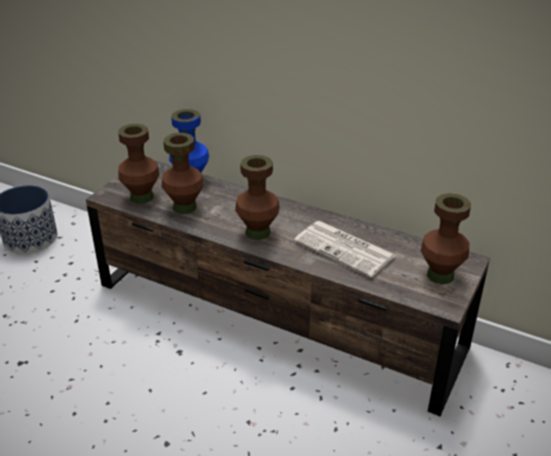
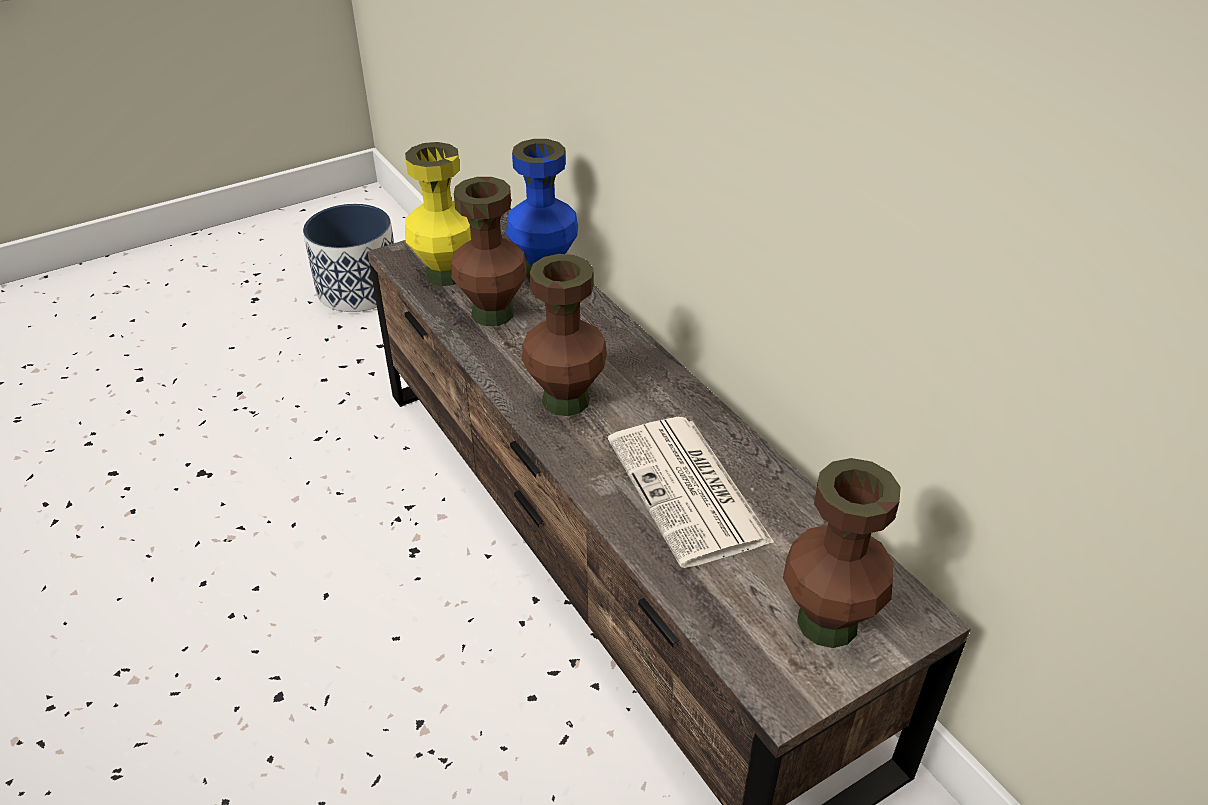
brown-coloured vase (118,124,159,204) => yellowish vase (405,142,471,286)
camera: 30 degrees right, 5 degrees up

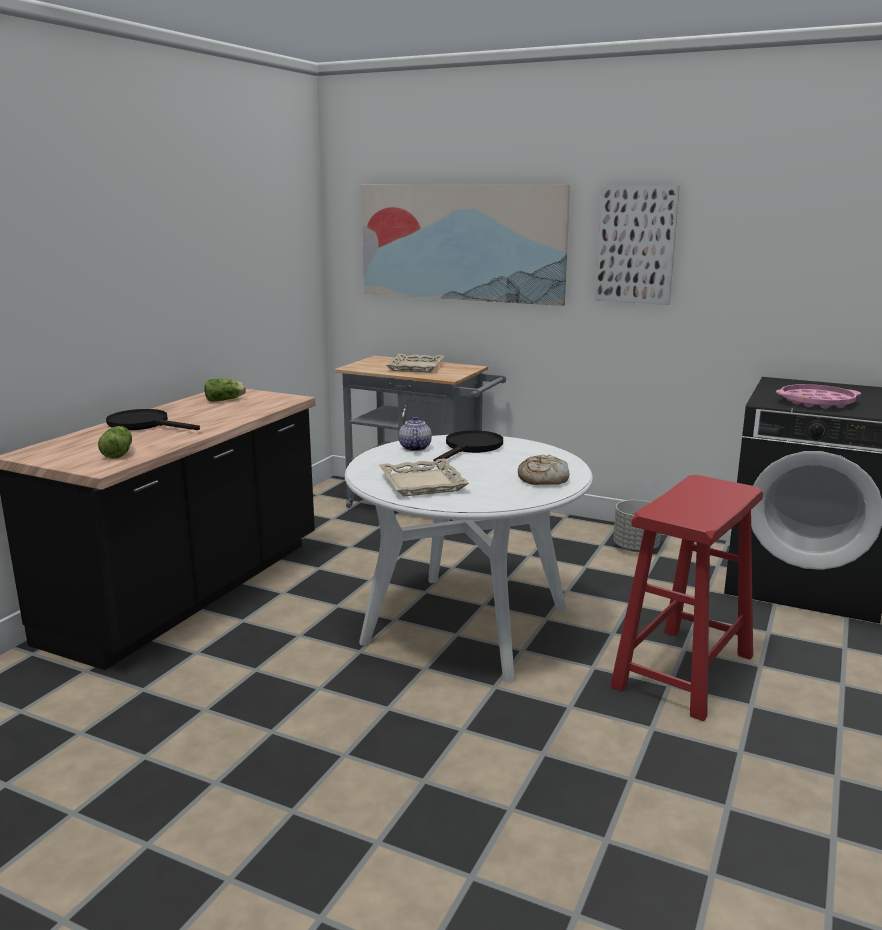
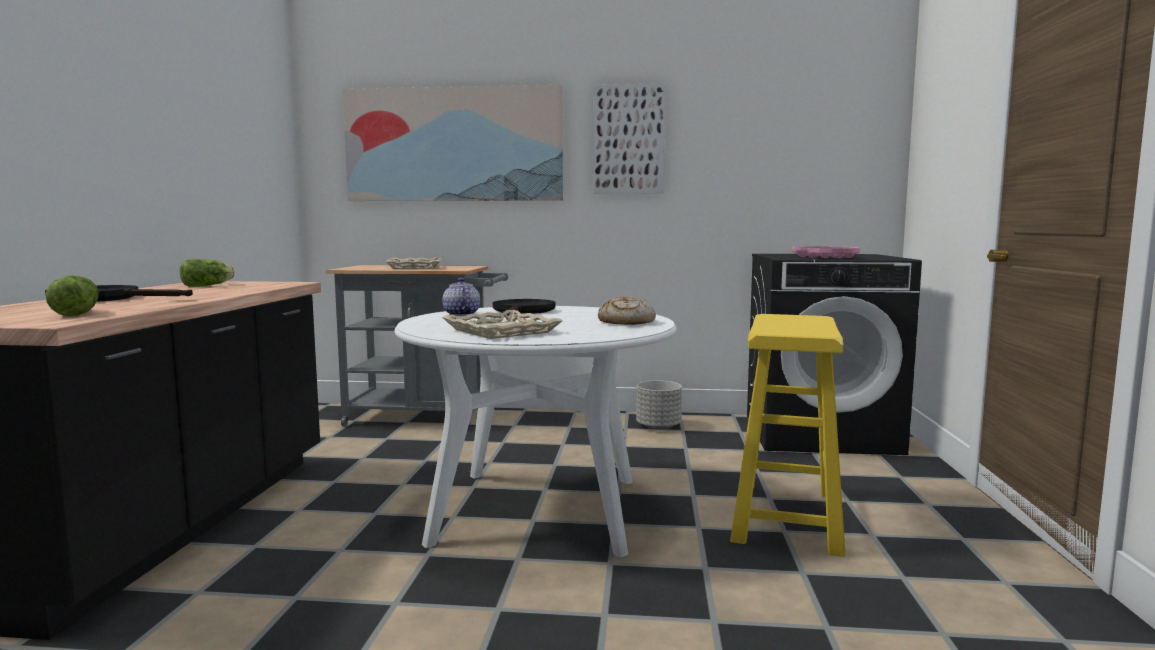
reddish stool seat (610,475,763,721) => yellowish stool seat (730,314,846,557)
camera: 20 degrees left, 10 degrees down

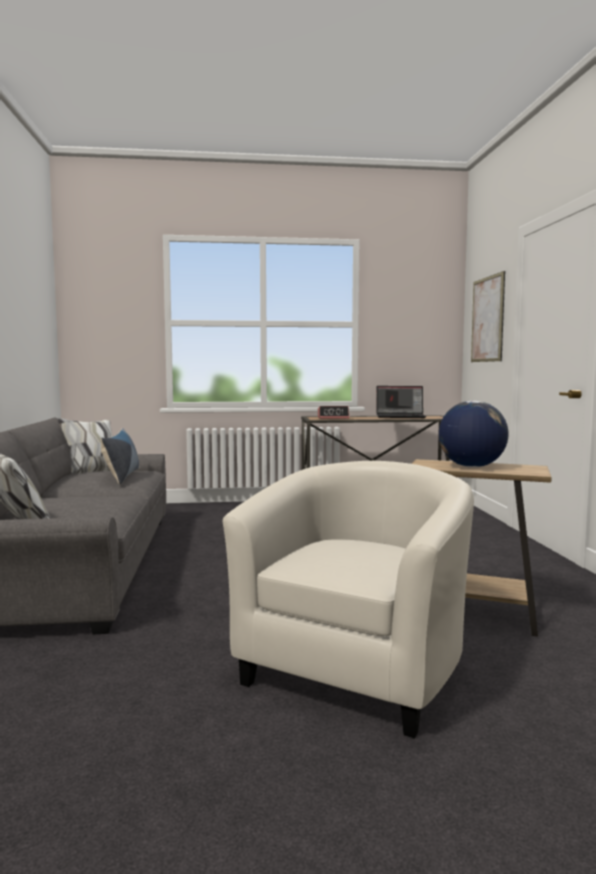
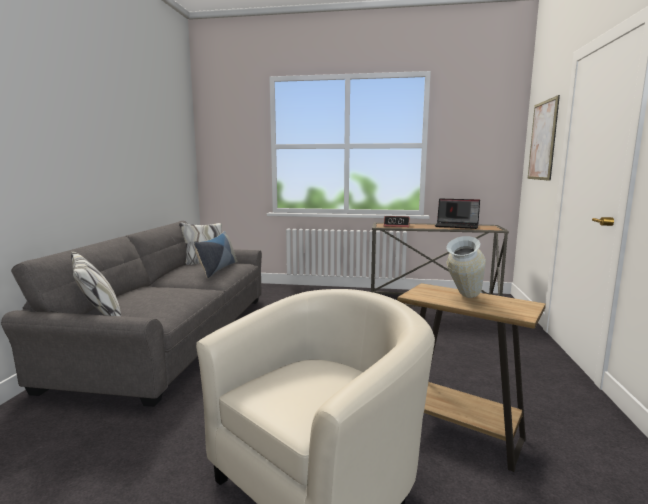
desk globe (439,400,509,468) => vase (446,236,486,298)
camera: 15 degrees right, 5 degrees up

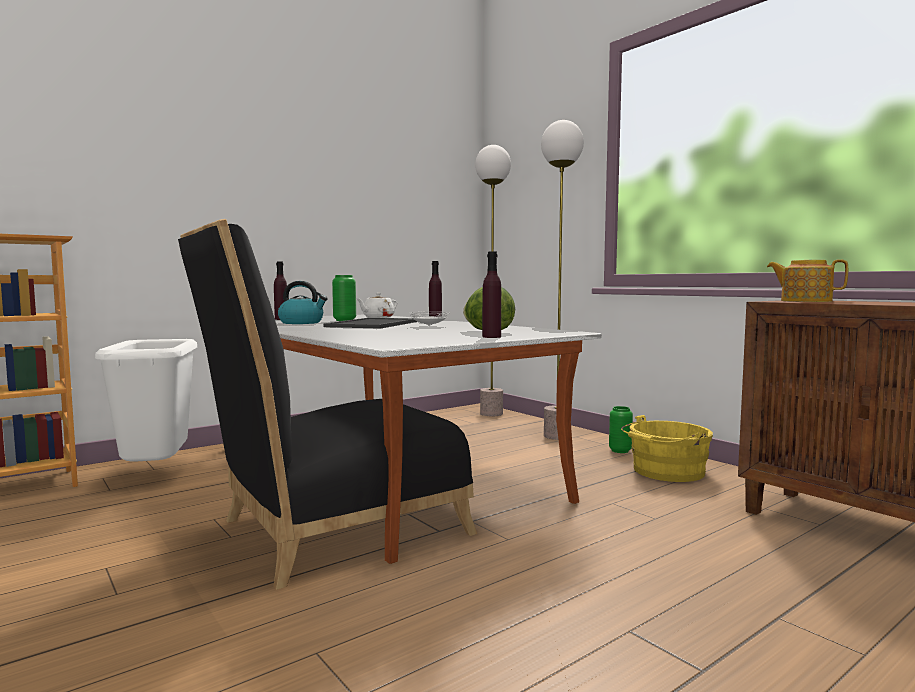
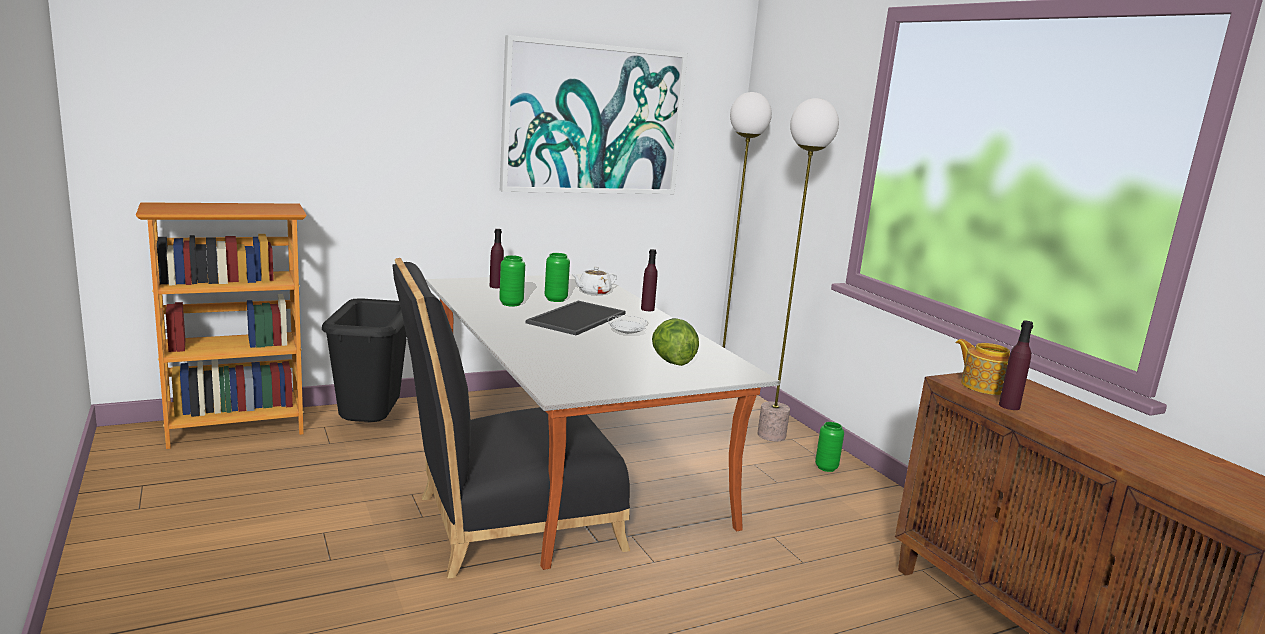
white rubbish bin (95,339,197,461) => black rubbish bin (322,298,407,422)
tea kettle (278,281,328,324) => greenish vase (499,255,525,307)
nothing => wall art (500,35,688,194)
purple-coloured drink bottle (482,252,501,338) => purple-coloured drink bottle (999,320,1033,410), shifted
yellowish water bucket (621,415,713,482) => nothing
camera: 10 degrees right, 10 degrees up

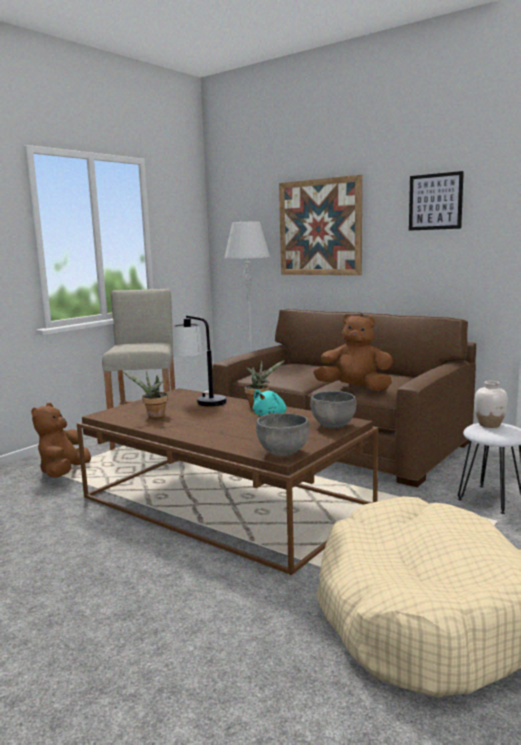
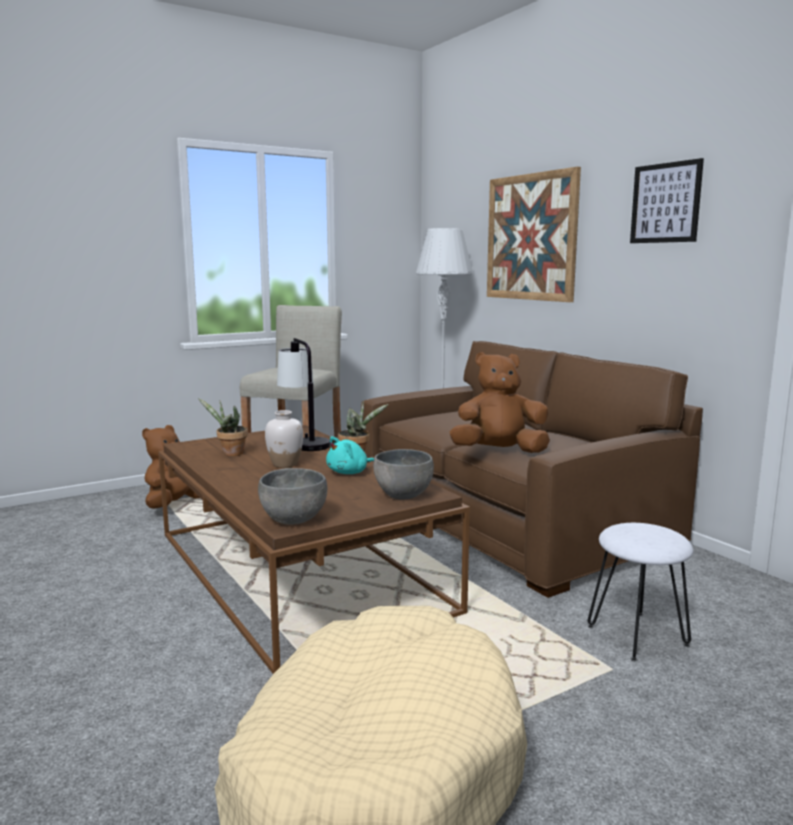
white vase (475,381,508,428) => white vase (265,410,303,468), shifted
brown-coloured plush toy (313,314,393,391) => brown-coloured plush toy (450,352,550,453), 45 degrees counterclockwise
camera: 20 degrees right, 0 degrees up

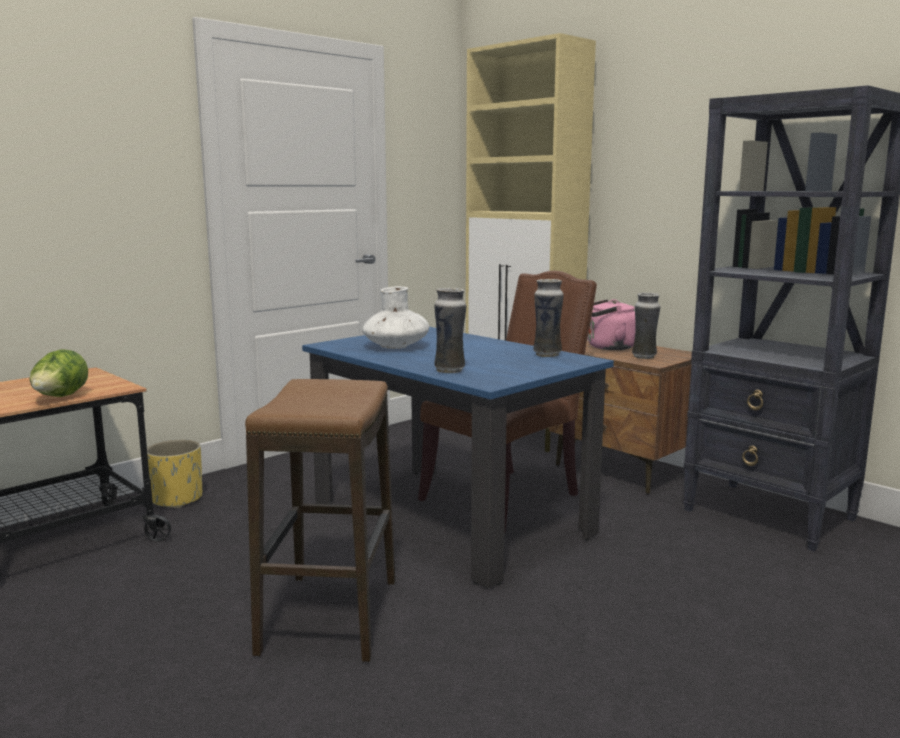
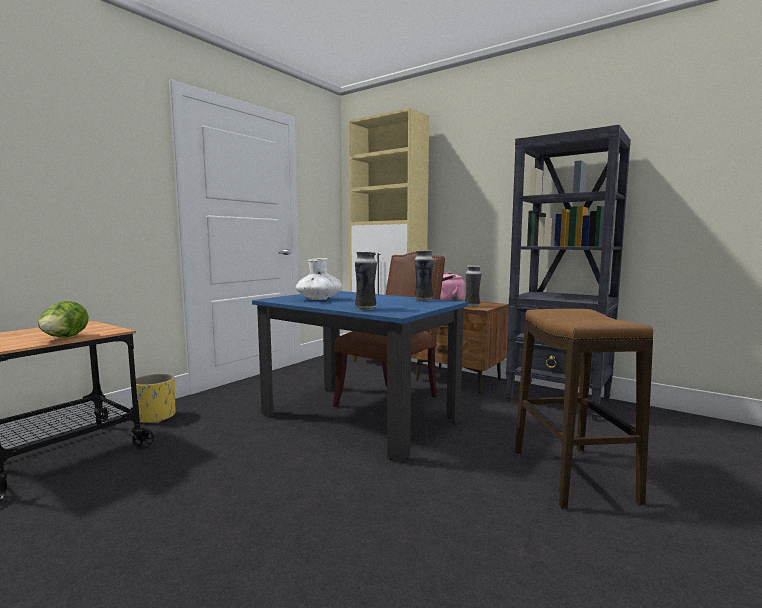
stool seat (245,379,395,662) => stool seat (515,309,653,509), shifted
camera: 10 degrees left, 5 degrees down

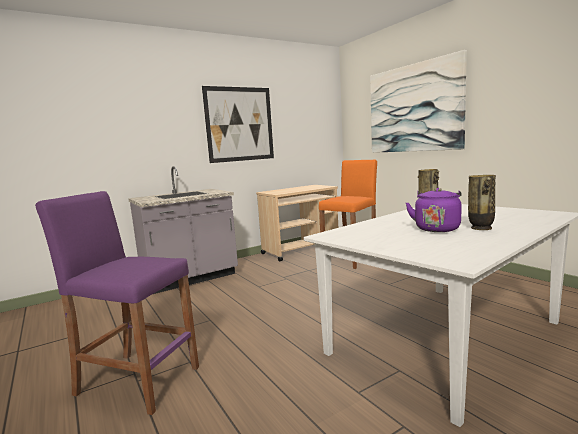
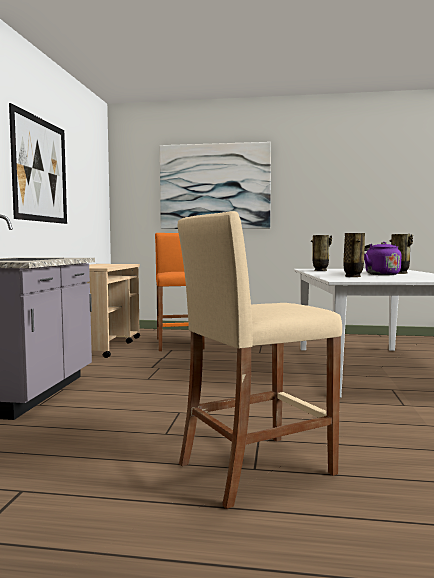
purple-coloured stool seat (35,191,199,415) => beige-coloured stool seat (177,211,342,509)
nothing => vase (344,233,365,277)
camera: 50 degrees left, 5 degrees down

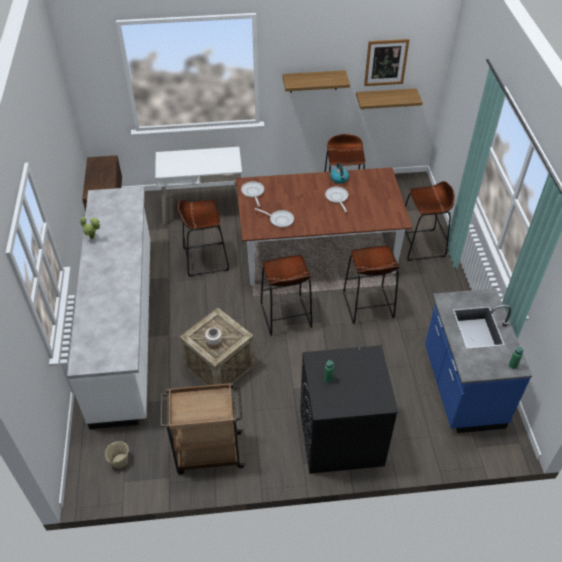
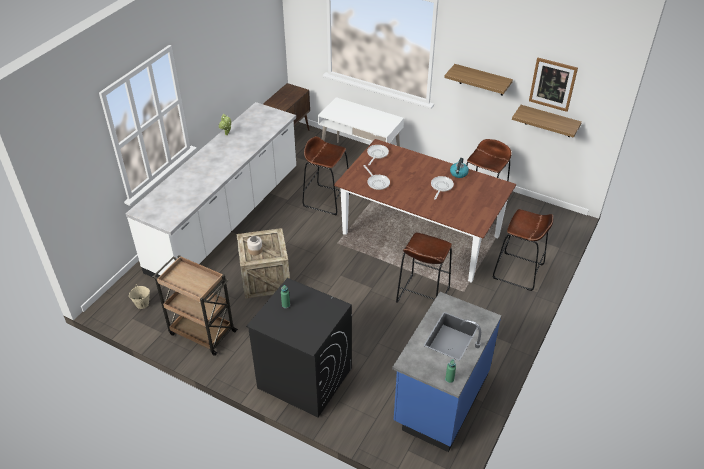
brown-coloured stool seat (261,255,312,336) => nothing
camera: 35 degrees right, 5 degrees down

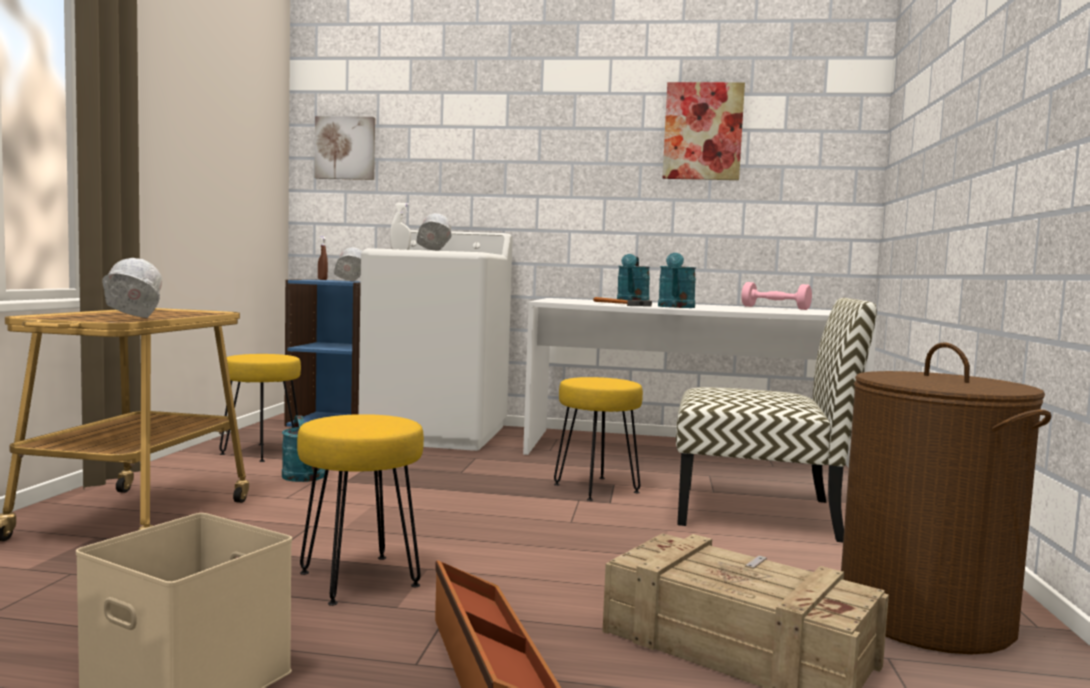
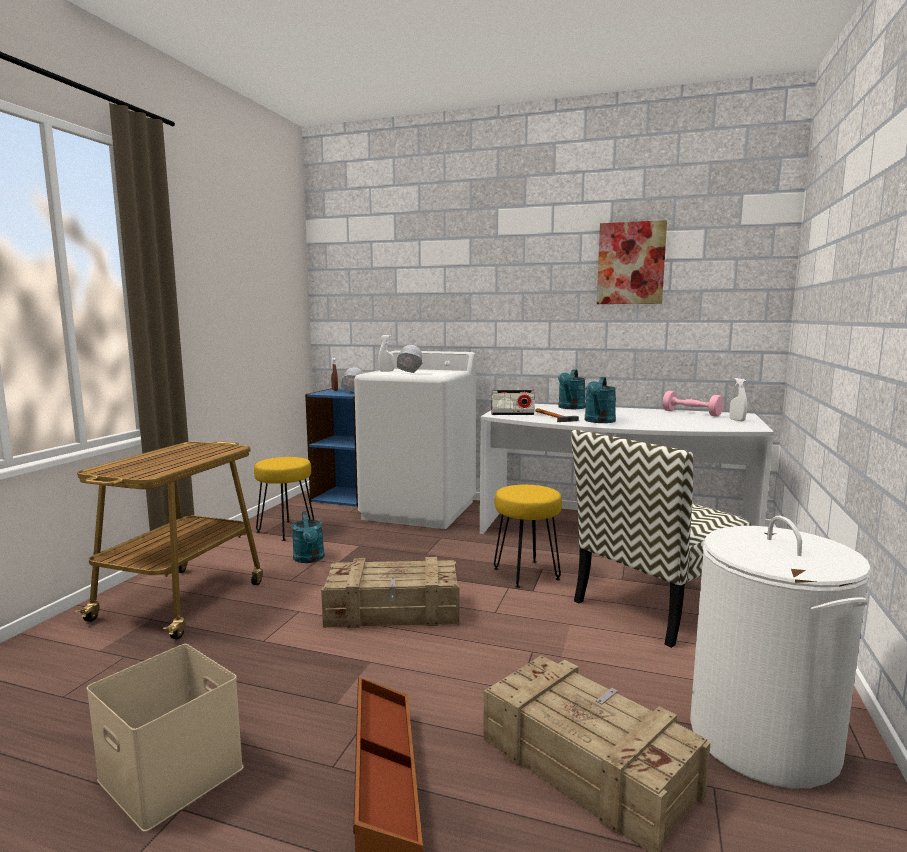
nothing => packing crate (321,557,459,628)
nothing => radio receiver (491,390,535,415)
plain chair (676,298,877,542) => plain chair (571,430,752,648), 120 degrees clockwise
brown-coloured washing basket (841,343,1051,654) => white washing basket (690,516,872,789)
nothing => white hand sprayer (729,378,747,421)
white hard hat (102,258,162,318) => nothing
yellowish stool seat (297,414,424,606) => nothing
wall art (314,116,375,180) => nothing
camera: 10 degrees right, 5 degrees up

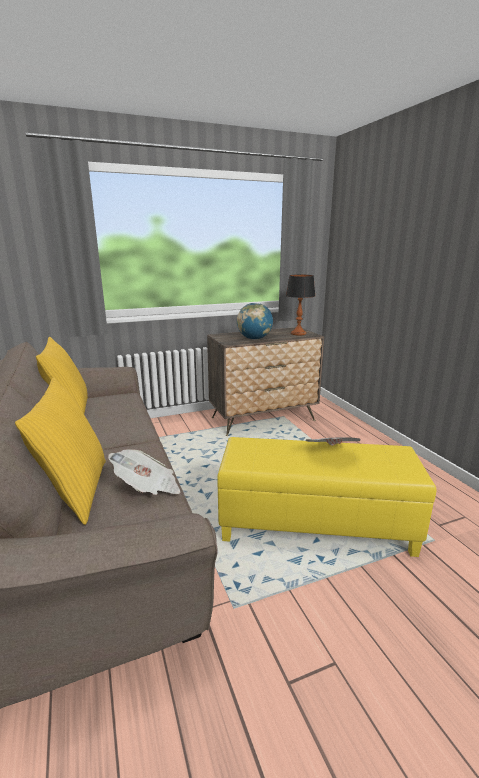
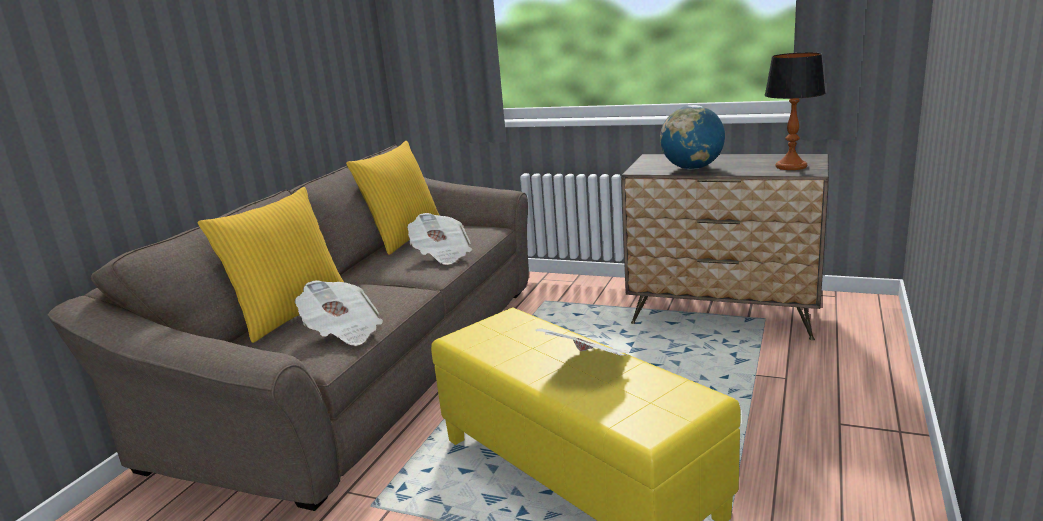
nothing => printed paper (407,213,472,265)
camera: 45 degrees right, 0 degrees up

